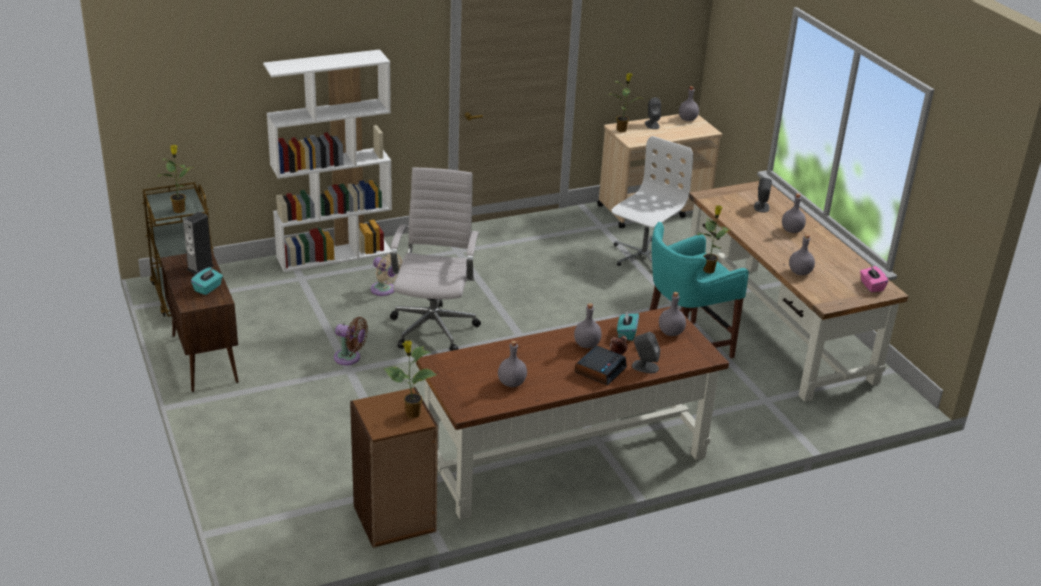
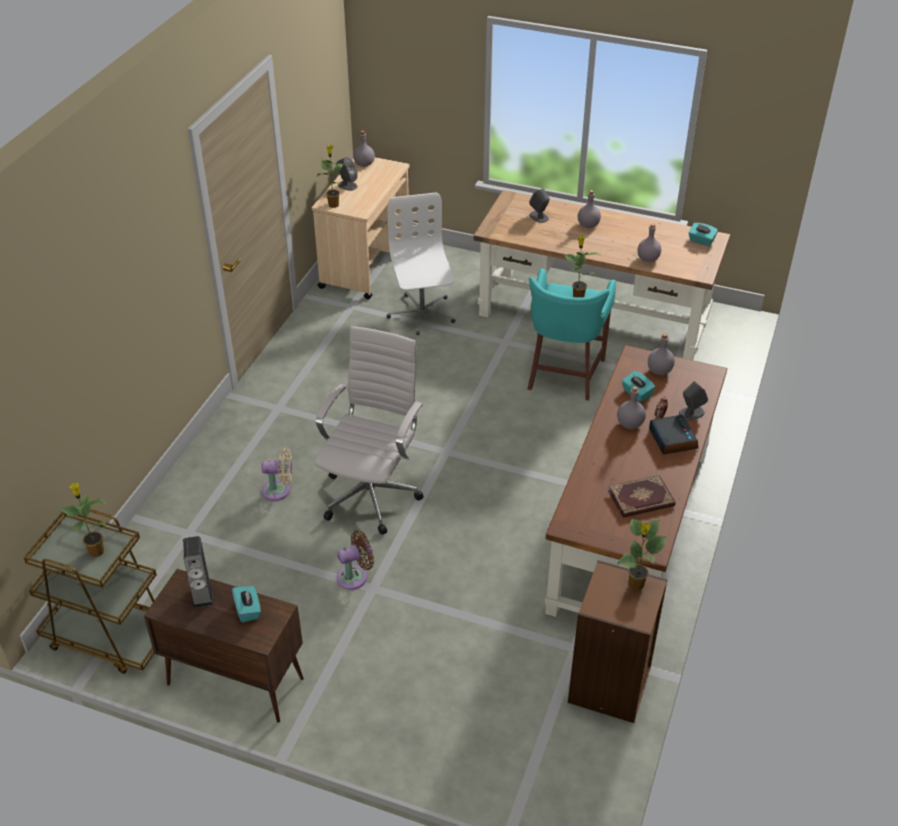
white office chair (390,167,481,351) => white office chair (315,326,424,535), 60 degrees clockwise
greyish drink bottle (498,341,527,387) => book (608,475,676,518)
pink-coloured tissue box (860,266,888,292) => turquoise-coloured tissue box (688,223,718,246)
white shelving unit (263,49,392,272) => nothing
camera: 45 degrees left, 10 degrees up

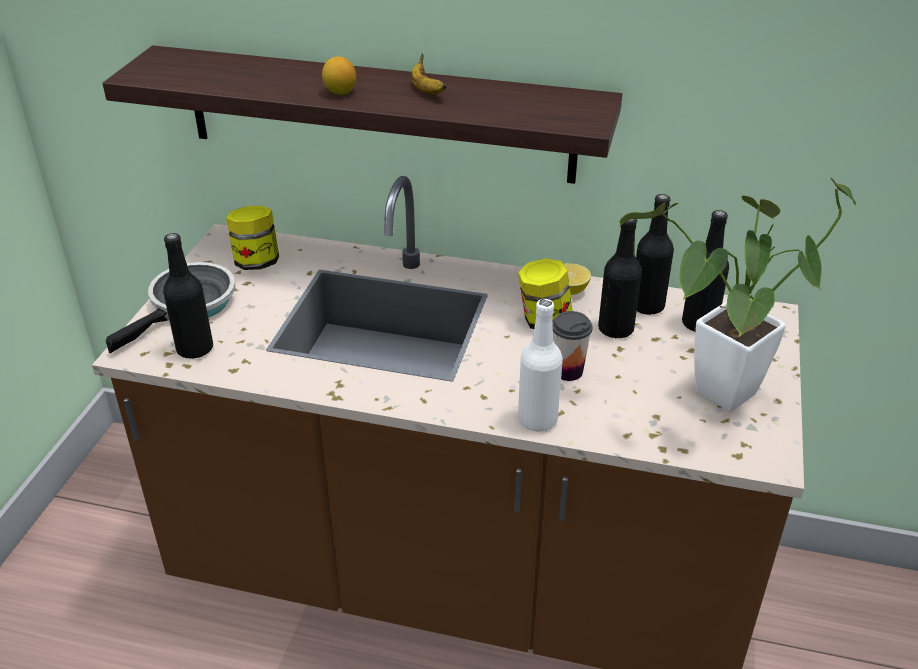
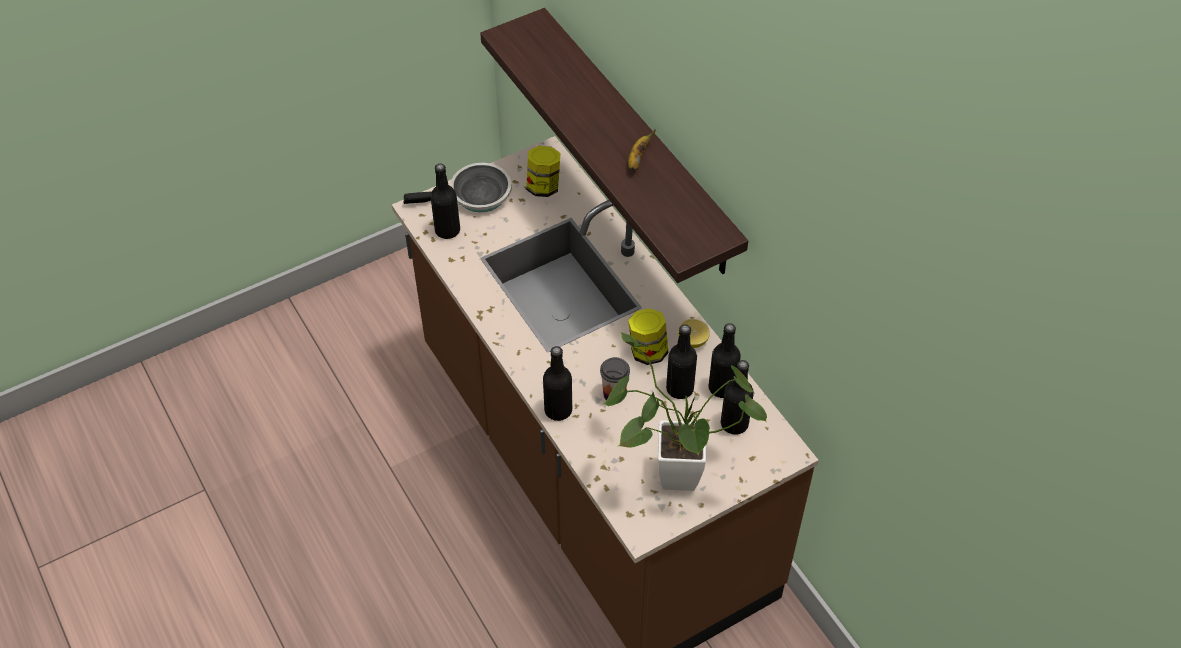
white drink bottle (518,299,563,432) => black drink bottle (543,346,572,421)
lemon (322,57,356,95) => nothing
camera: 45 degrees right, 15 degrees up

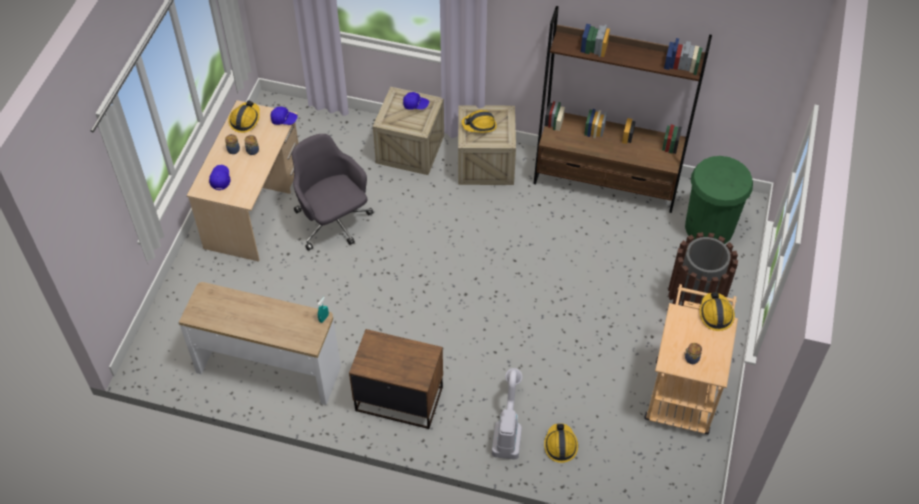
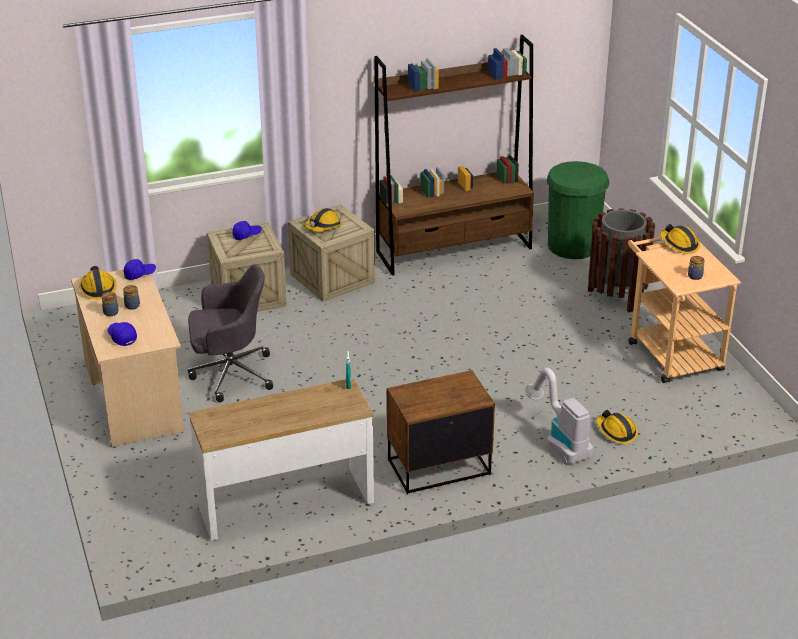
greyish office chair (292,134,374,251) => greyish office chair (188,264,273,402), 150 degrees clockwise
camera: 35 degrees left, 20 degrees down

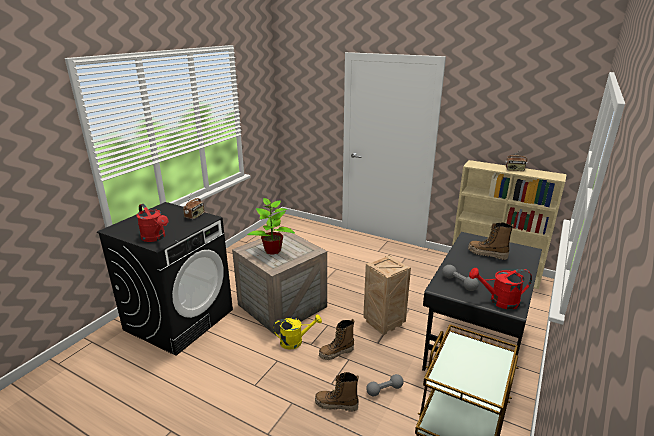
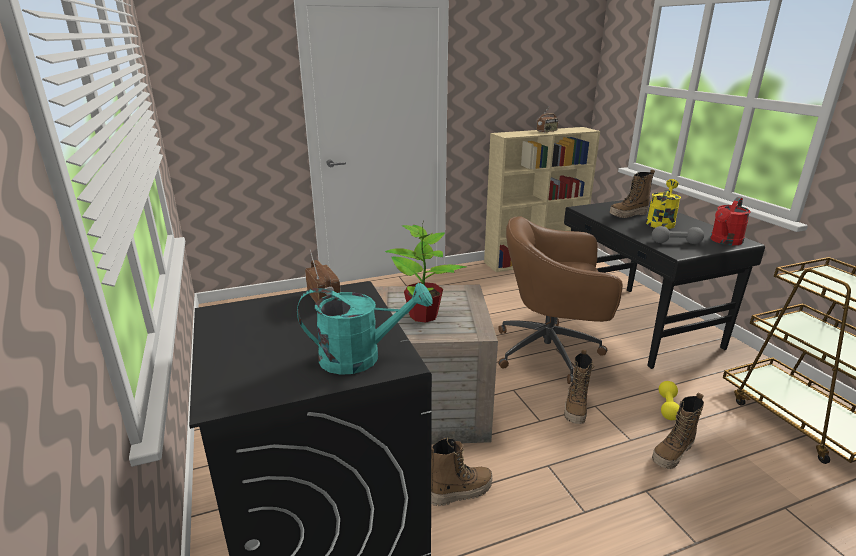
reddish sprinkling can (137,204,168,242) => turquoise-coloured sprinkling can (297,283,433,375)
nothing => tall boot (431,438,492,506)
packing crate (363,255,411,335) => brown-coloured office chair (498,216,623,384)
yellowish sprinkling can (273,315,322,350) => yellowish sprinkling can (646,179,681,229), shifted
greyish hand weight (366,374,404,396) => yellowish hand weight (659,381,680,420)
camera: 50 degrees left, 0 degrees up

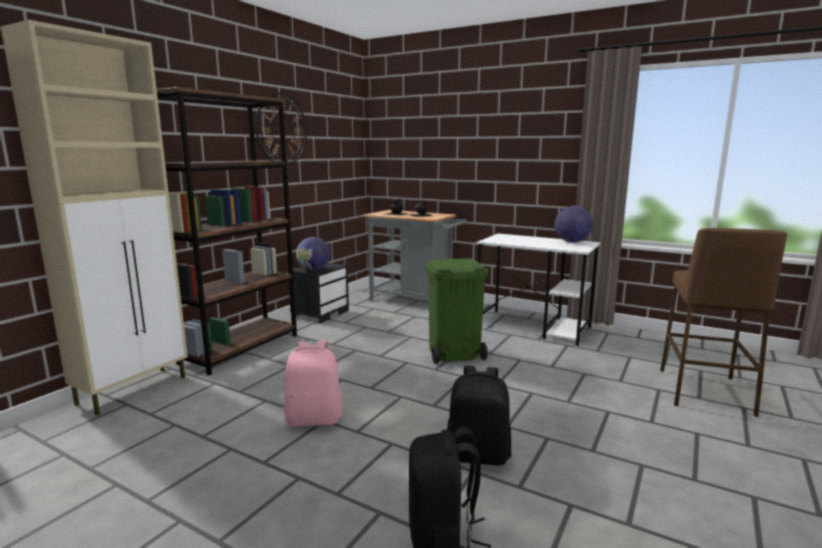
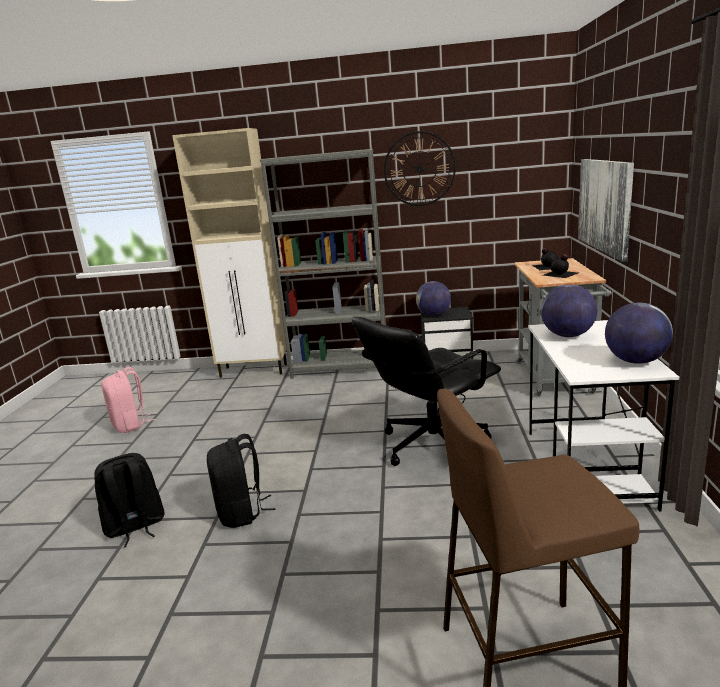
pink-coloured rucksack (284,341,342,427) => pink-coloured rucksack (101,367,156,433), shifted
brown-coloured shelving unit (157,87,297,375) => greyish shelving unit (260,149,386,378)
greenish rubbish bin (425,258,488,364) => black office chair (352,317,501,466)
nothing => desk globe (541,284,597,337)
nothing => wall art (578,159,634,262)
camera: 65 degrees right, 5 degrees up

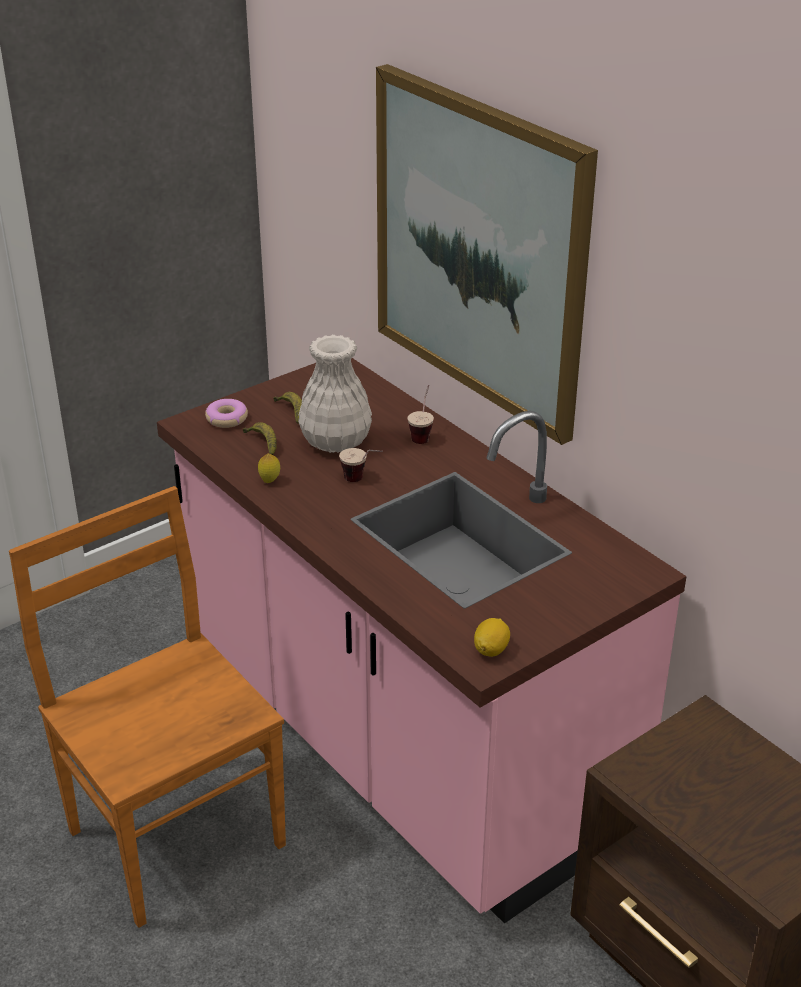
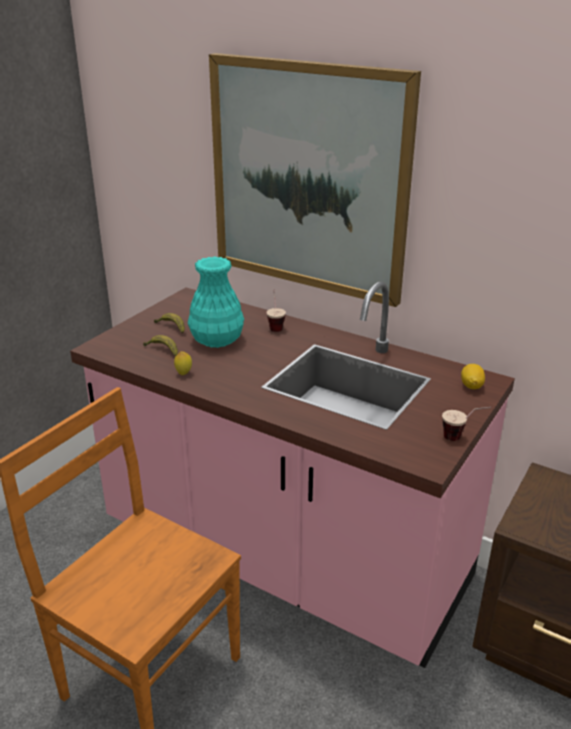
white vase (298,335,372,453) => turquoise-coloured vase (188,256,244,348)
small cup (339,448,383,482) => small cup (442,407,491,441), shifted
lemon (474,618,510,657) => lemon (461,364,485,389), shifted
doughnut (205,399,248,428) => nothing
camera: 20 degrees left, 5 degrees down

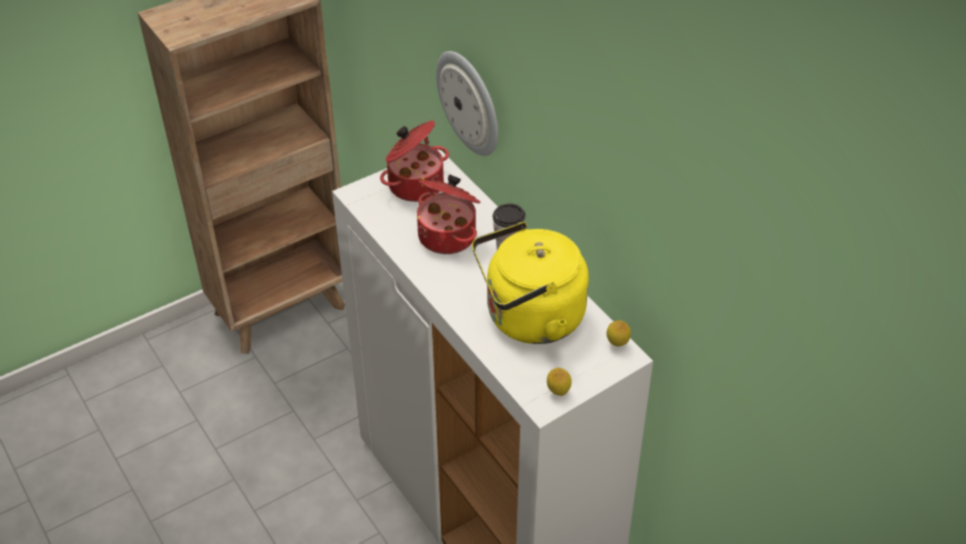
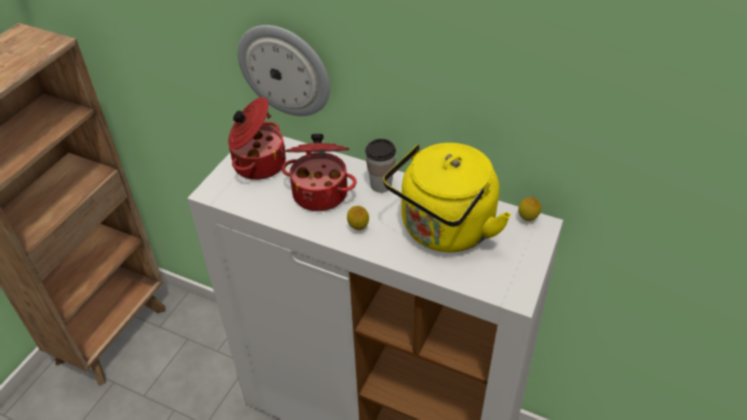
lemon (547,368,572,396) => lemon (347,206,369,230), shifted
camera: 30 degrees left, 0 degrees up

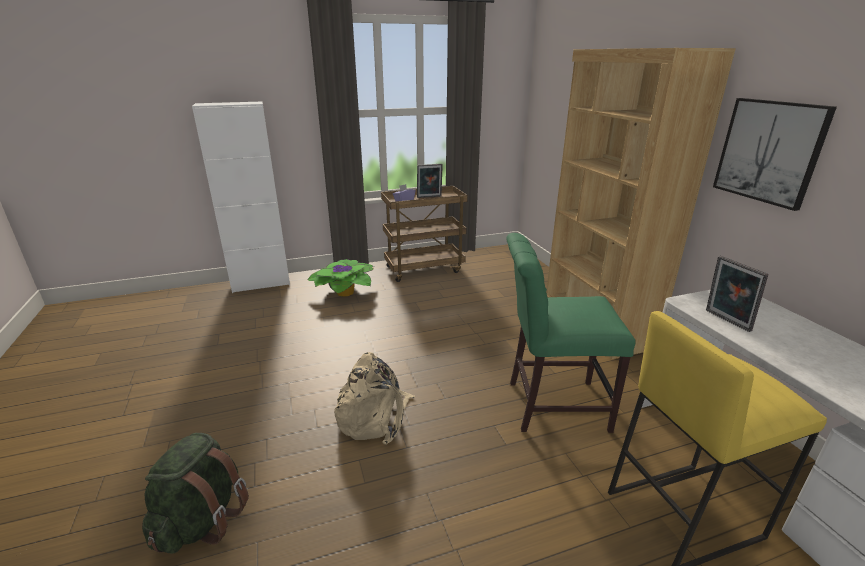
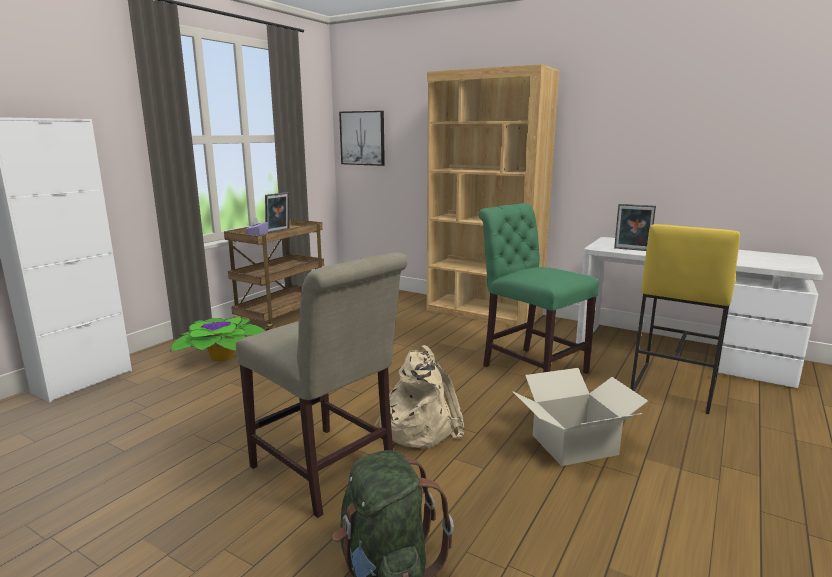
nothing => beige-coloured plain chair (236,252,408,518)
wall art (713,98,837,211) => wall art (339,111,385,166), shifted
greenish plain chair (506,233,635,433) => greenish plain chair (479,203,599,374), 90 degrees clockwise
nothing => packing box (513,368,648,466)
camera: 40 degrees left, 10 degrees down

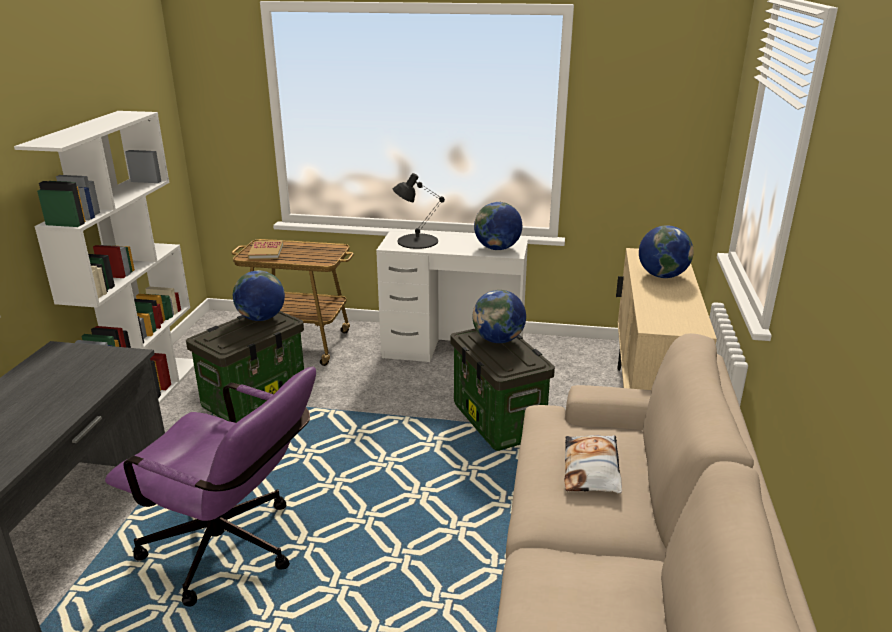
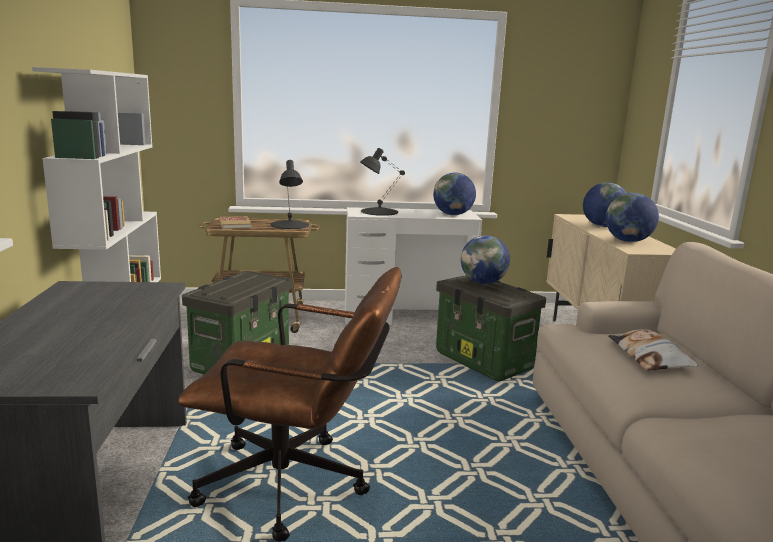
purple-coloured office chair (105,367,316,607) => brown-coloured office chair (178,267,401,542)
nothing => black lamp for a table (270,160,309,229)
desk globe (233,271,285,321) => desk globe (606,193,659,242), shifted
camera: 15 degrees left, 10 degrees down

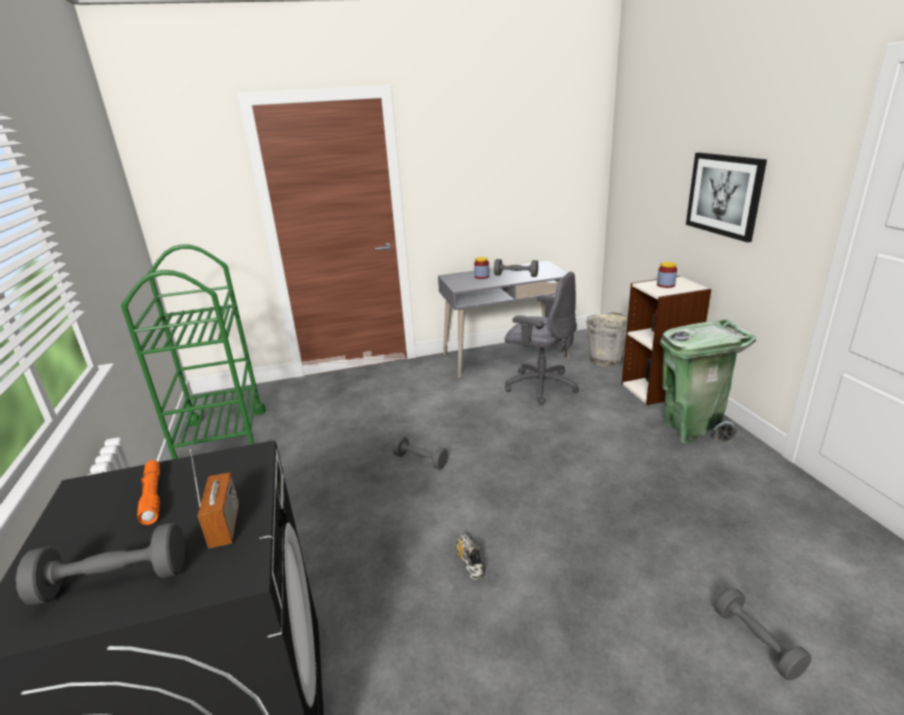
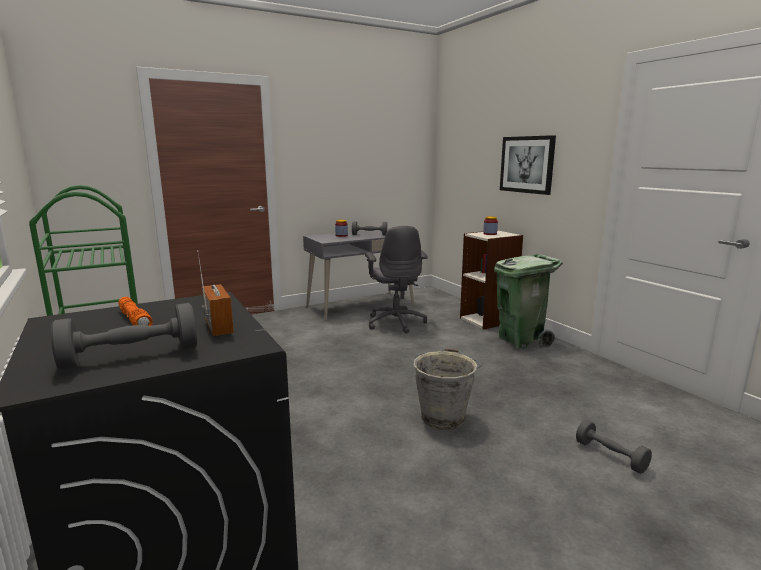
greyish office chair (505,271,579,405) => greyish office chair (365,226,428,334), 60 degrees clockwise
greyish water bucket (585,312,628,367) => greyish water bucket (413,348,482,430), shifted
greyish hand weight (393,436,448,470) => nothing
shoe (456,534,485,580) => nothing
camera: 15 degrees left, 10 degrees down

